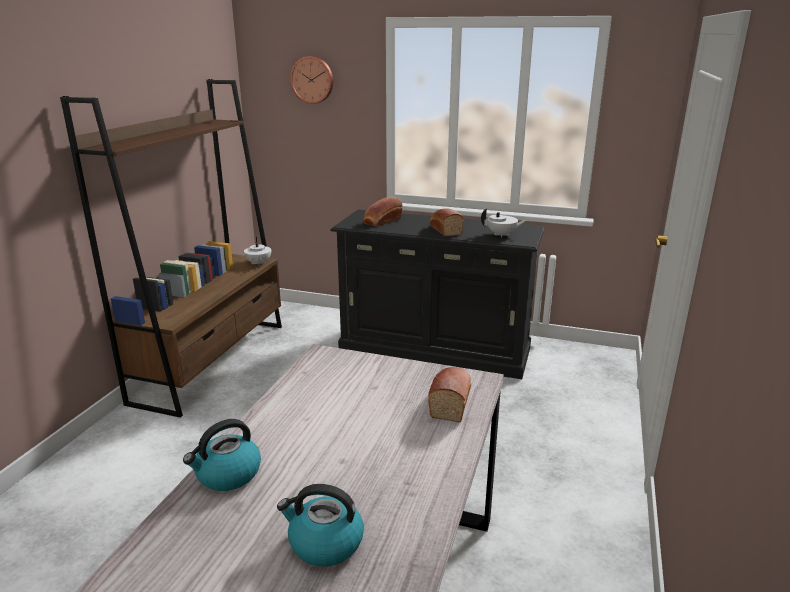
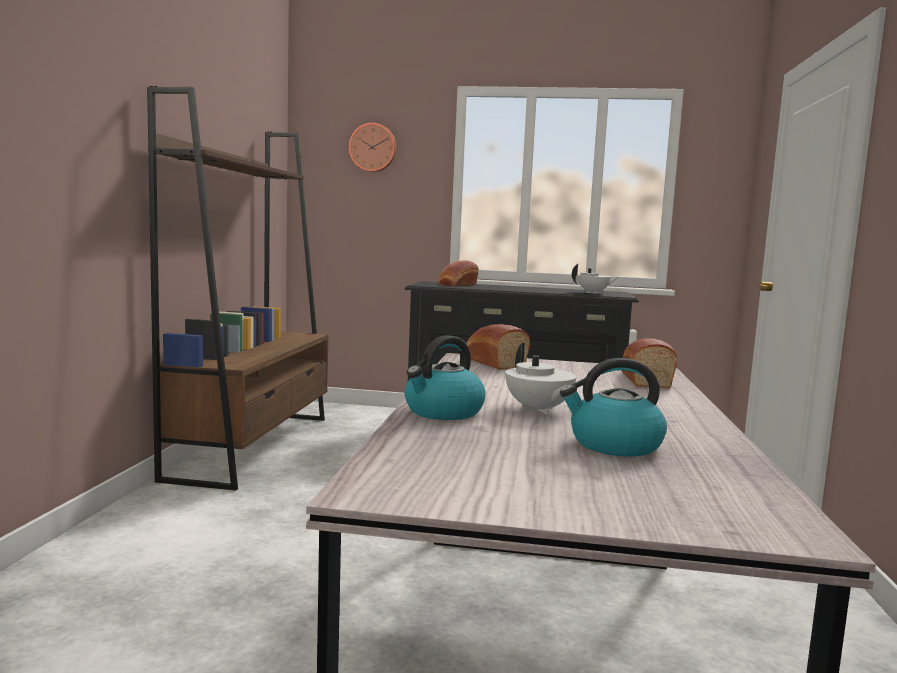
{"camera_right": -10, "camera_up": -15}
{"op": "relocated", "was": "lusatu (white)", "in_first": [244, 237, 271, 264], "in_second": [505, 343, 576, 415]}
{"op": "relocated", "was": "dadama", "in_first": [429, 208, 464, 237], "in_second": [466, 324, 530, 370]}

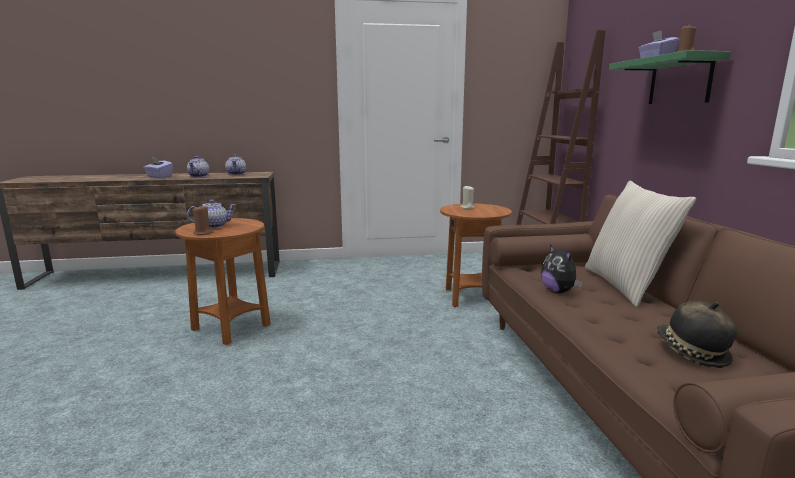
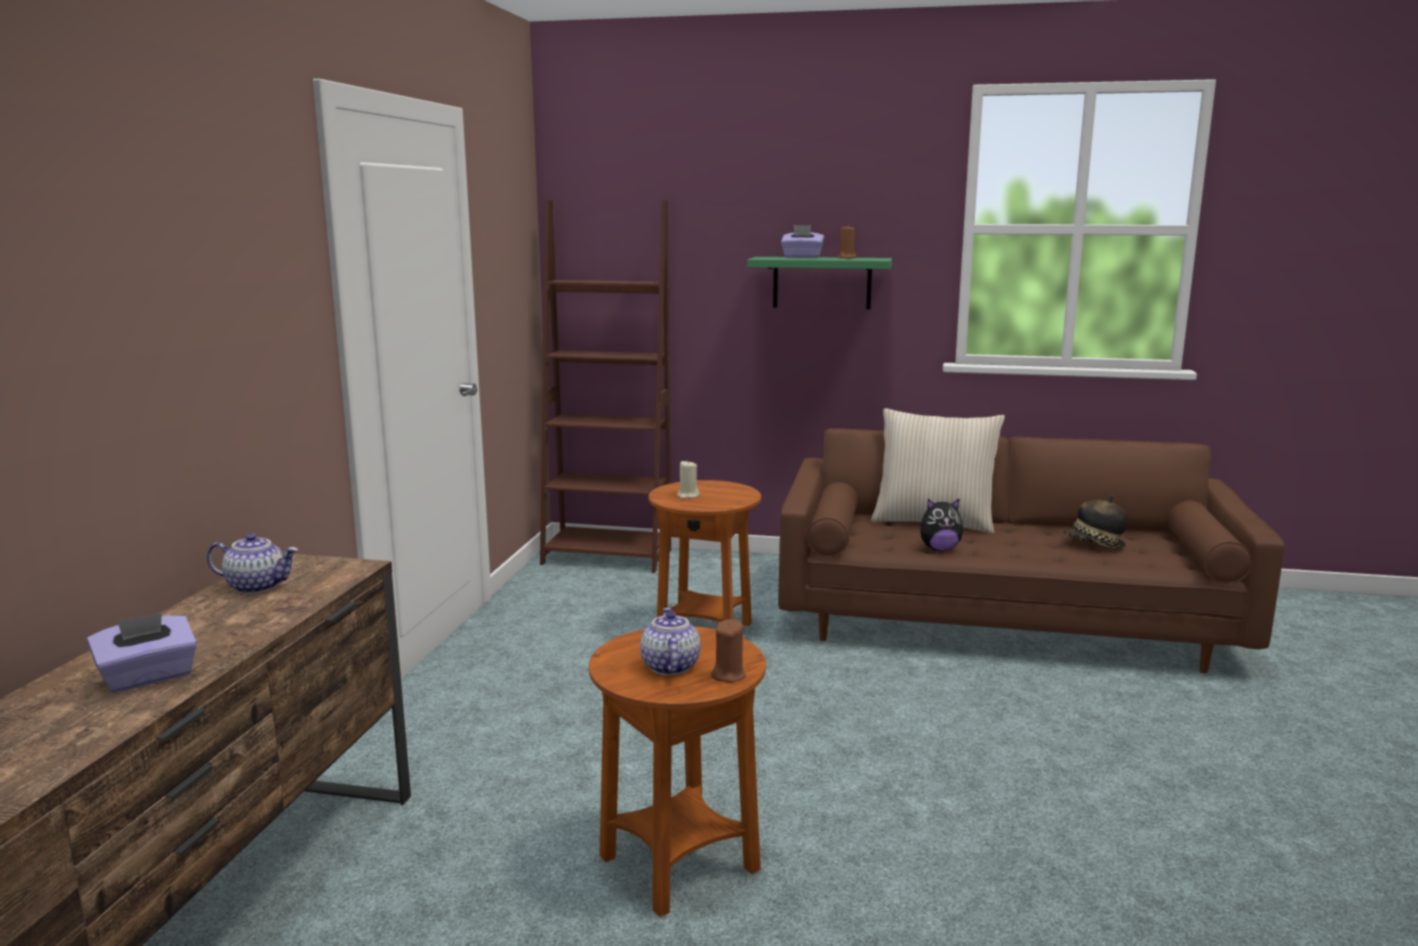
{"camera_right": -70, "camera_up": 0}
{"op": "missing", "was": "lusatu", "in_first": [187, 156, 209, 177]}

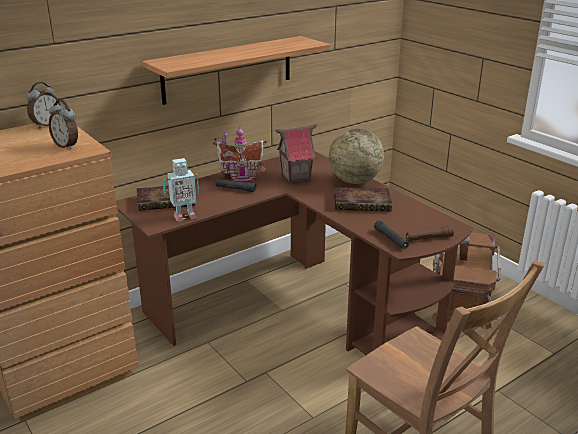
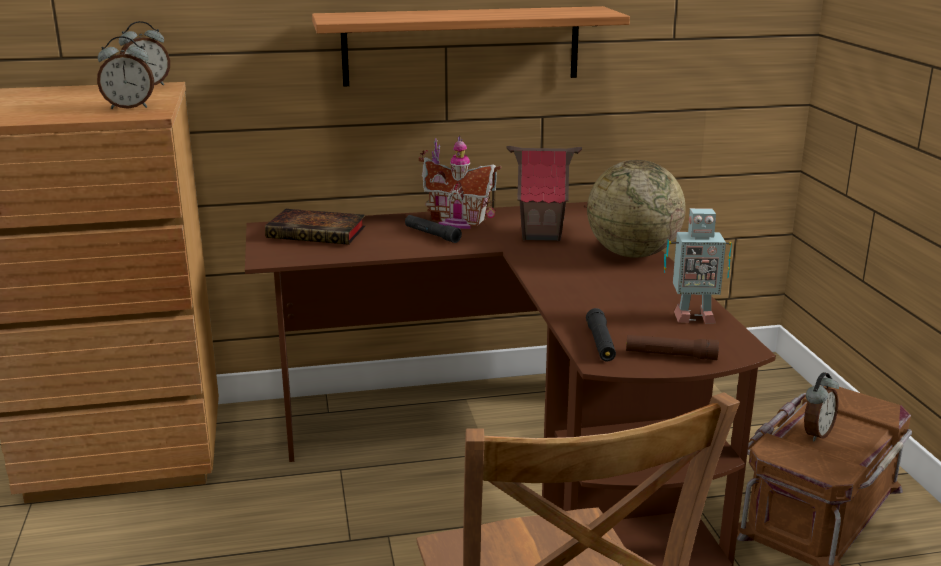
{"camera_right": 25, "camera_up": -5}
{"op": "missing", "was": "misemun", "in_first": [334, 187, 392, 211]}
{"op": "relocated", "was": "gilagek", "in_first": [163, 158, 199, 222], "in_second": [664, 208, 732, 324]}
{"op": "spun", "was": "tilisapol", "in_first": [49, 100, 78, 149], "in_second": [97, 36, 154, 109], "clockwise": -75}

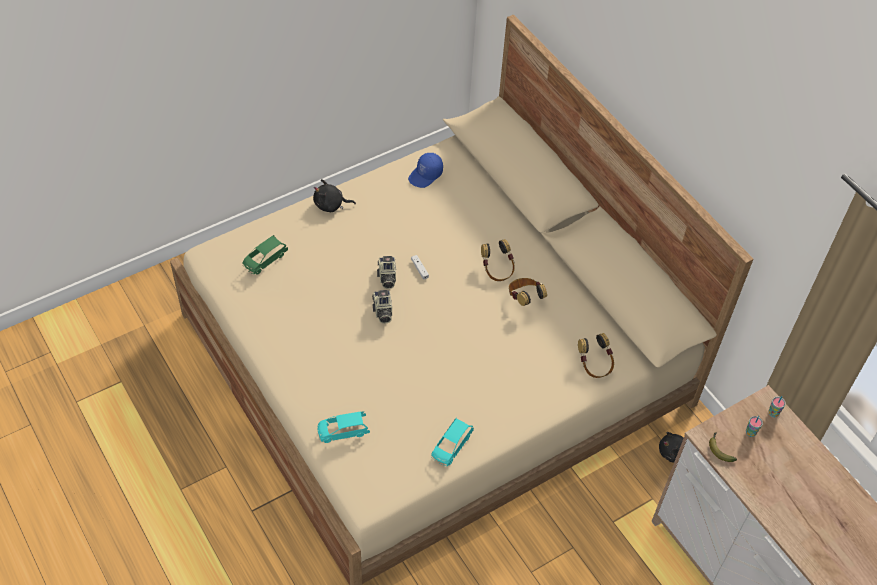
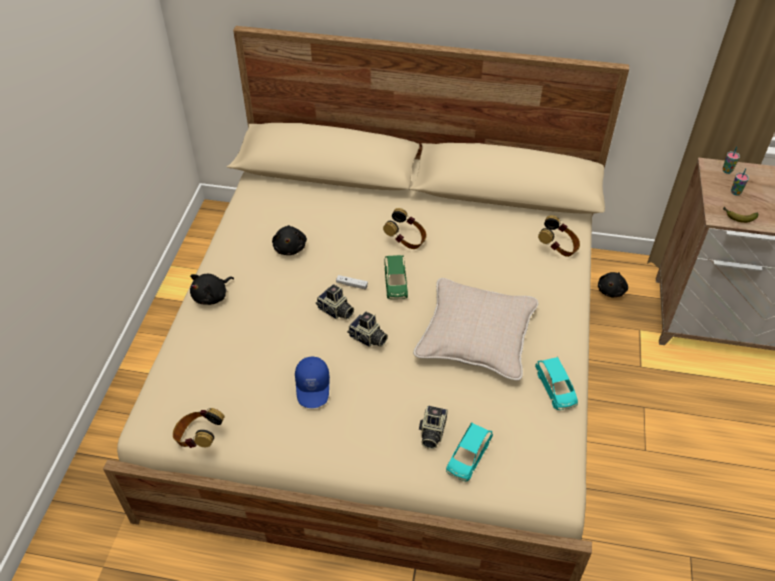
{"camera_right": -45, "camera_up": -5}
{"op": "appeared", "now": "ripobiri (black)", "in_second": [272, 225, 307, 255]}
{"op": "appeared", "now": "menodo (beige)", "in_second": [413, 278, 539, 381]}
{"op": "appeared", "now": "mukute", "in_second": [419, 405, 448, 449]}
{"op": "relocated", "was": "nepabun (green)", "in_first": [243, 235, 288, 274], "in_second": [384, 255, 408, 299]}
{"op": "relocated", "was": "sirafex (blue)", "in_first": [408, 153, 443, 188], "in_second": [295, 357, 330, 408]}
{"op": "relocated", "was": "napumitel", "in_first": [509, 278, 547, 306], "in_second": [173, 408, 225, 448]}

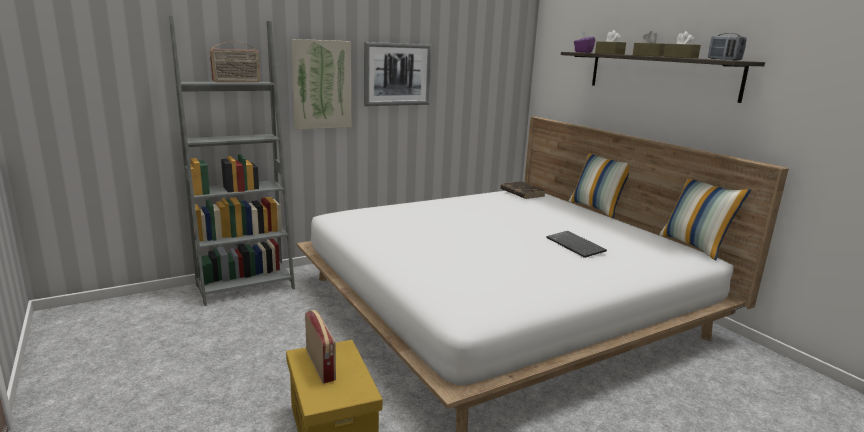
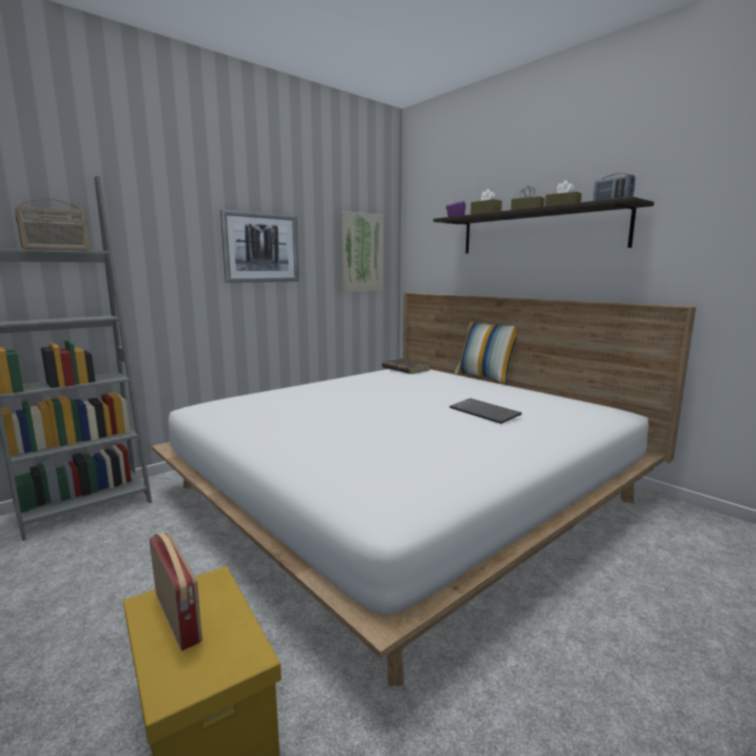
{"camera_right": -10, "camera_up": -5}
{"op": "missing", "was": "menodo", "in_first": [659, 179, 751, 260]}
{"op": "relocated", "was": "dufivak", "in_first": [291, 39, 351, 130], "in_second": [340, 211, 383, 292]}

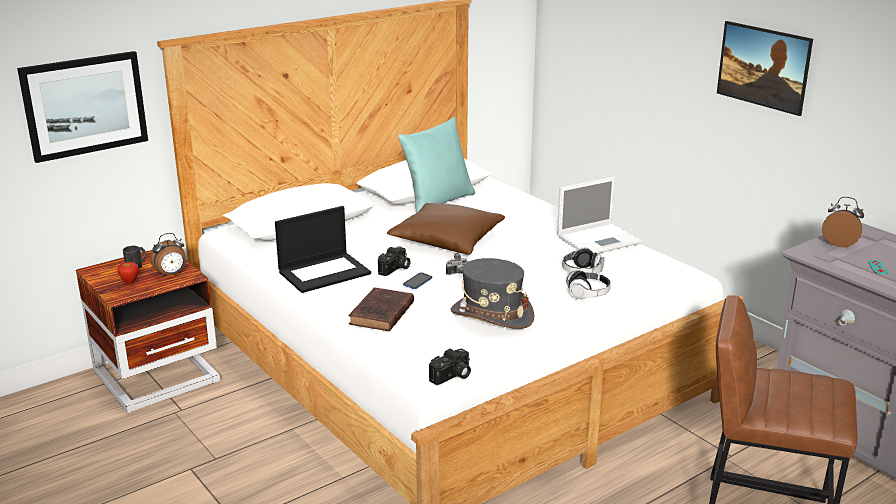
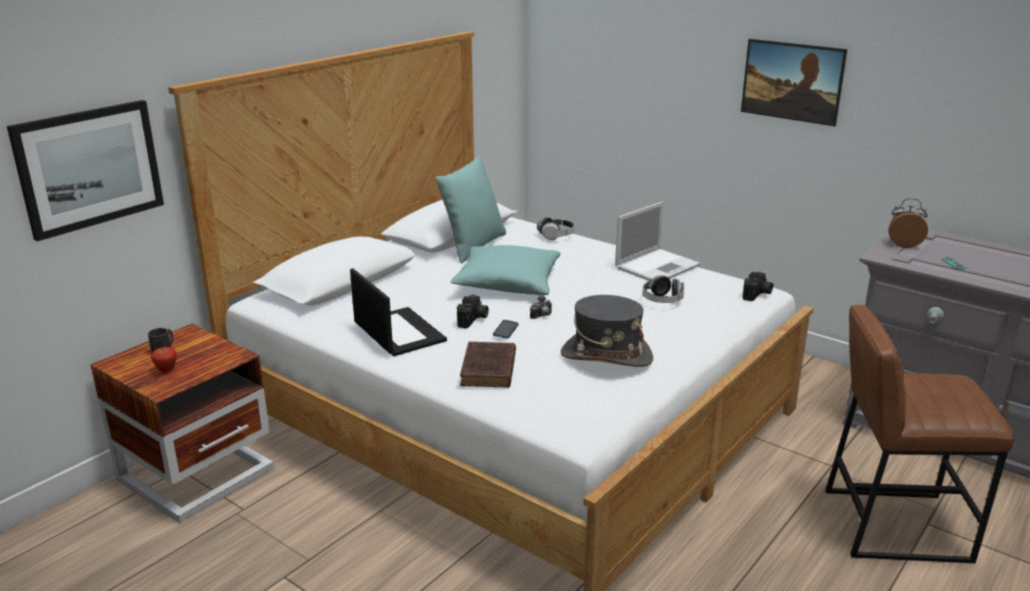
{"camera_right": -15, "camera_up": 0}
{"op": "missing", "was": "tilisapol", "in_first": [150, 233, 186, 277]}
{"op": "relocated", "was": "mukute", "in_first": [429, 348, 471, 385], "in_second": [742, 272, 773, 301]}
{"op": "relocated", "was": "napumitel", "in_first": [566, 270, 611, 299], "in_second": [537, 217, 574, 240]}
{"op": "colour", "was": "menodo (brown)", "now": "menodo (turquoise)", "in_first": [387, 203, 505, 255], "in_second": [450, 245, 560, 295]}
{"op": "spun", "was": "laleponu", "in_first": [275, 206, 371, 293], "in_second": [350, 268, 447, 356], "clockwise": -75}

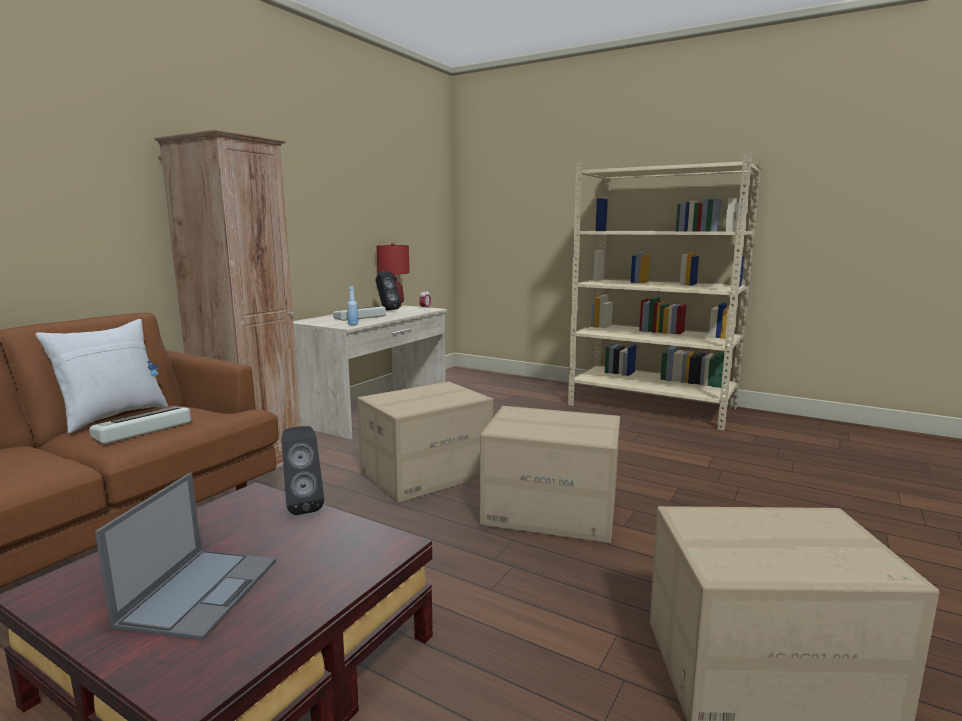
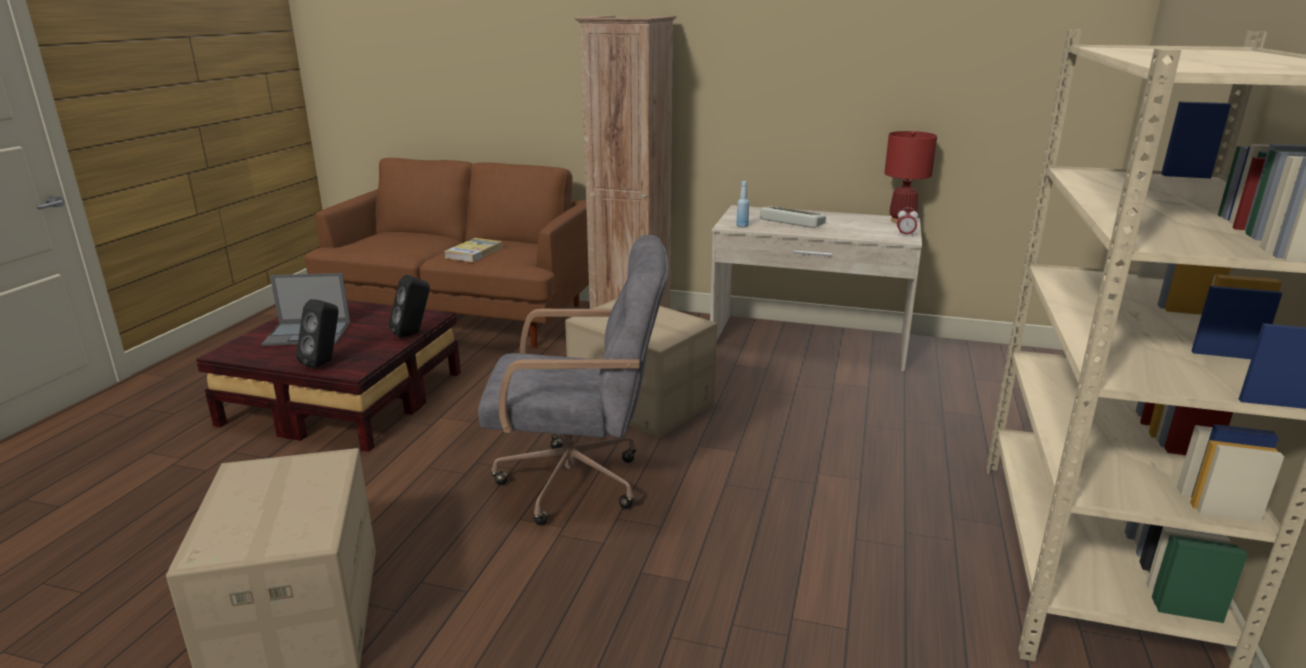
{"camera_right": 75, "camera_up": 10}
{"op": "missing", "was": "menodo (grey)", "in_first": [35, 319, 169, 434]}
{"op": "relocated", "was": "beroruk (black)", "in_first": [375, 271, 401, 311], "in_second": [296, 299, 339, 368]}
{"op": "exchanged", "was": "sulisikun", "now": "misemun", "in_first": [89, 407, 191, 444], "in_second": [444, 238, 503, 262]}
{"op": "exchanged", "was": "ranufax", "now": "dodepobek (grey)", "in_first": [480, 406, 620, 544], "in_second": [478, 235, 668, 525]}

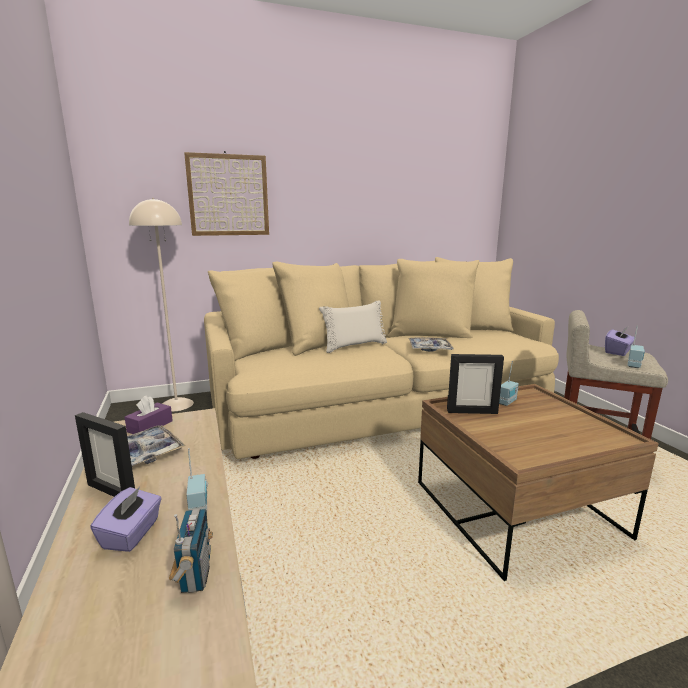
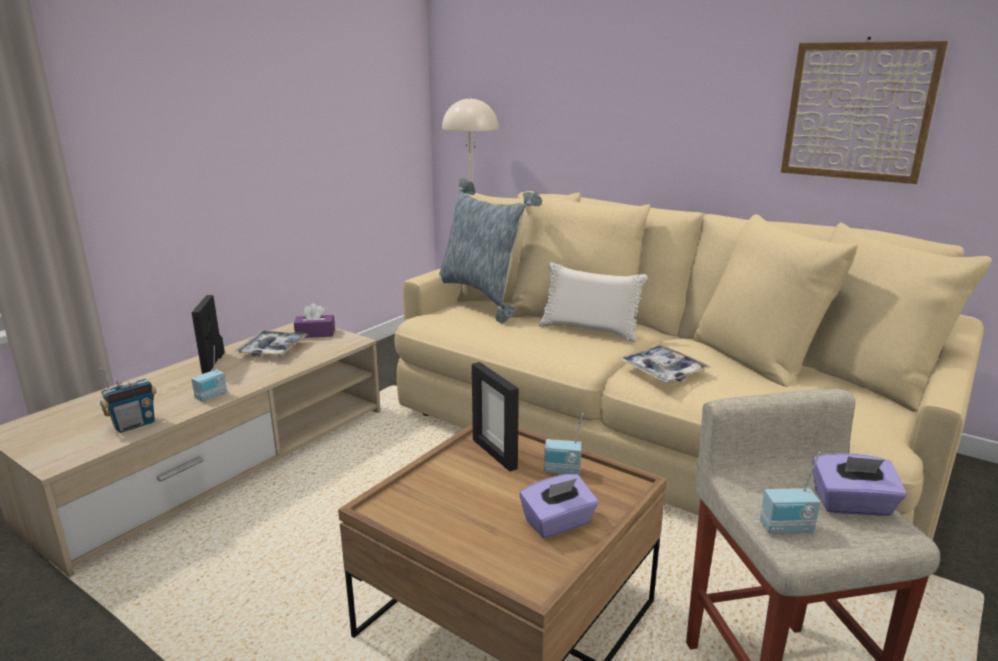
{"camera_right": 55, "camera_up": 5}
{"op": "appeared", "now": "menodo", "in_second": [439, 178, 542, 324]}
{"op": "relocated", "was": "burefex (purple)", "in_first": [90, 487, 162, 552], "in_second": [520, 474, 598, 539]}
{"op": "relocated", "was": "dufivak", "in_first": [184, 151, 269, 236], "in_second": [781, 37, 948, 184]}

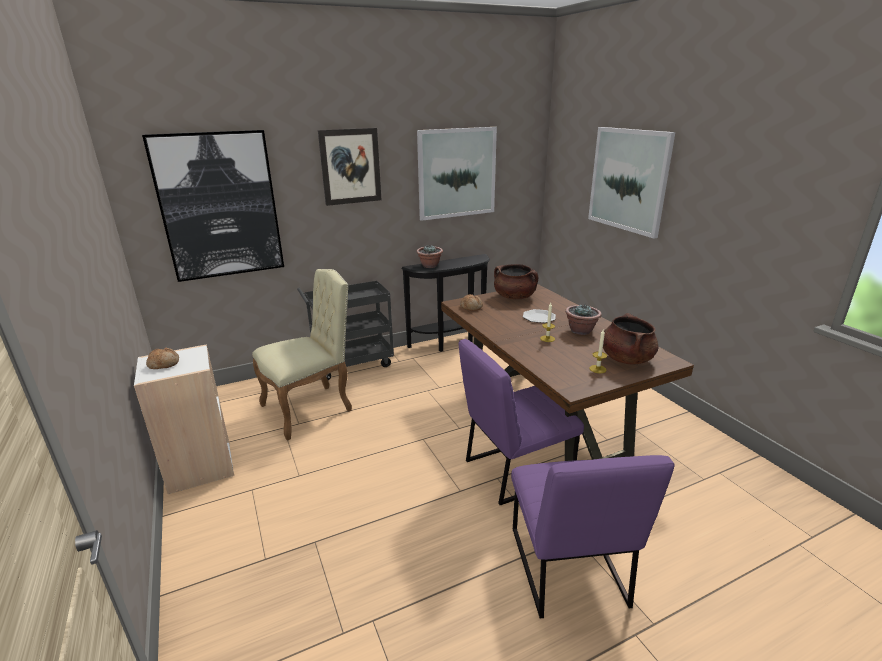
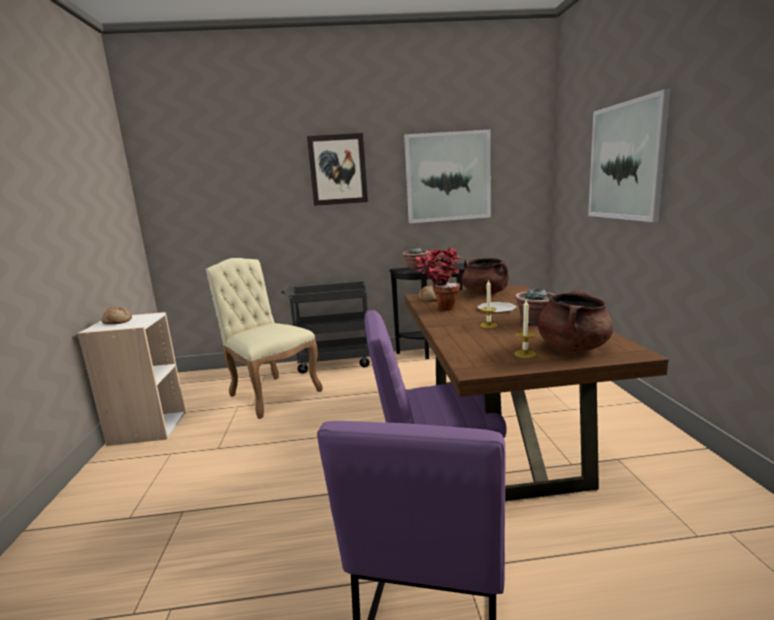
{"camera_right": 20, "camera_up": -10}
{"op": "missing", "was": "dufivak", "in_first": [142, 130, 284, 282]}
{"op": "appeared", "now": "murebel", "in_second": [414, 248, 463, 310]}
{"op": "spun", "was": "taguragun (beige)", "in_first": [252, 269, 352, 440], "in_second": [206, 258, 322, 419], "clockwise": -120}

